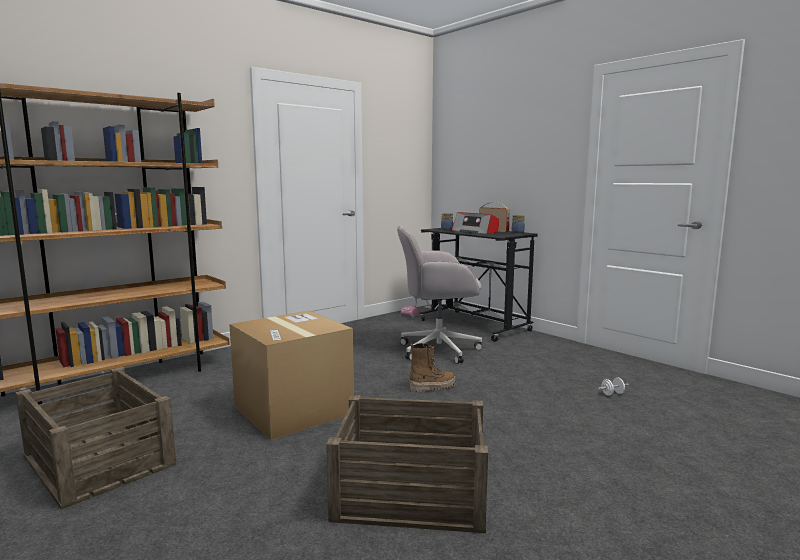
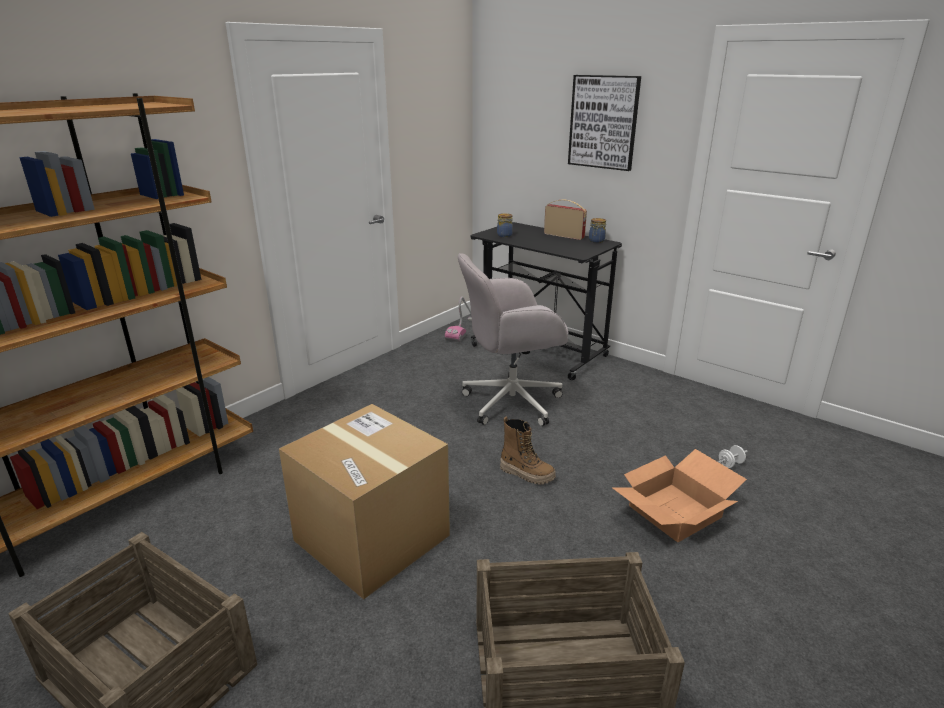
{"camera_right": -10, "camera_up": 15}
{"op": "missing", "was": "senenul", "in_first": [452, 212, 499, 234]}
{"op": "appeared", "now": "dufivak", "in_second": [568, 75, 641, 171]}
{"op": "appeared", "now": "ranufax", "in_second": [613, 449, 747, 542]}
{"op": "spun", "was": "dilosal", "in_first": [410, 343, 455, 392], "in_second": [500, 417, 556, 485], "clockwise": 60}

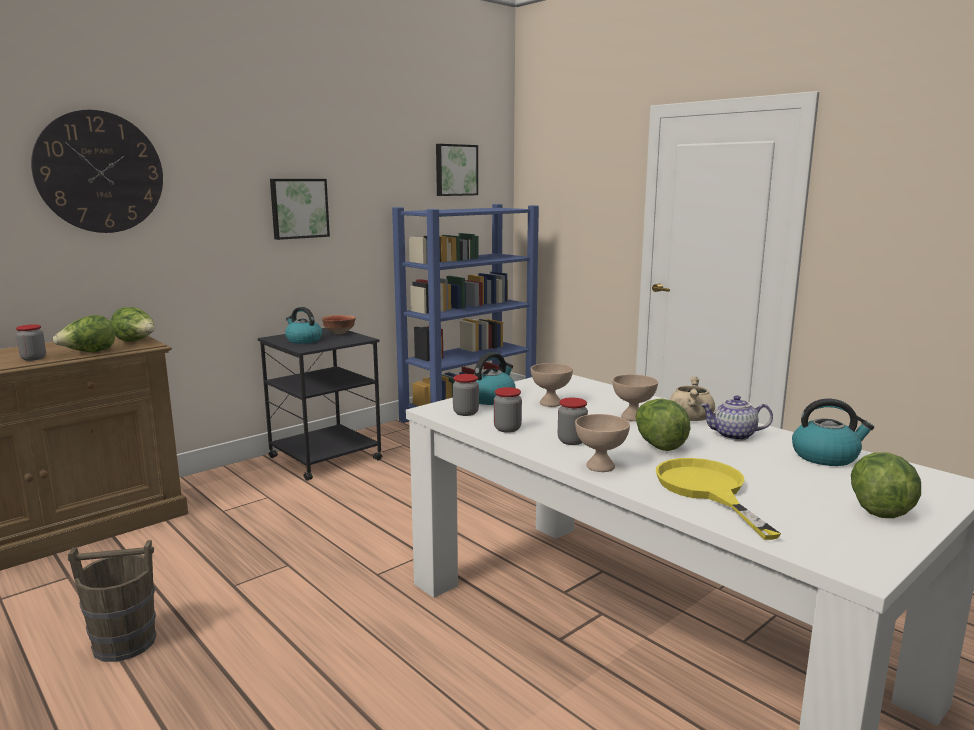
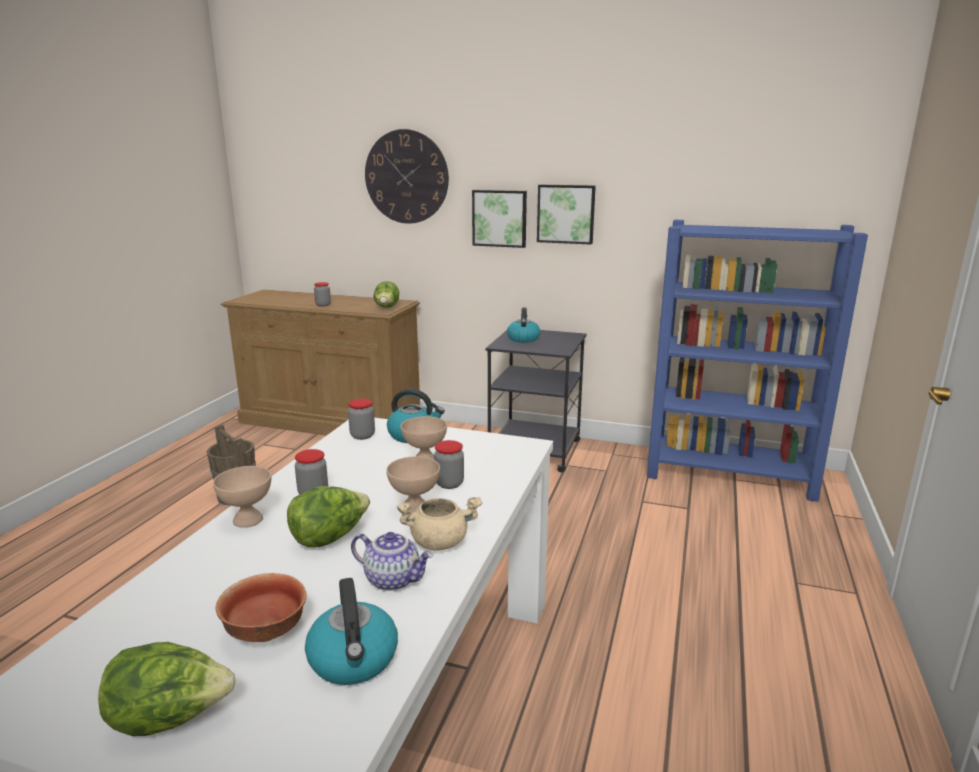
{"camera_right": 60, "camera_up": 5}
{"op": "missing", "was": "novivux", "in_first": [53, 315, 115, 352]}
{"op": "missing", "was": "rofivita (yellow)", "in_first": [656, 458, 781, 540]}
{"op": "relocated", "was": "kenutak", "in_first": [321, 315, 356, 334], "in_second": [216, 573, 307, 642]}
{"op": "relocated", "was": "dufivak", "in_first": [436, 144, 478, 196], "in_second": [472, 190, 527, 248]}
{"op": "relocated", "was": "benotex", "in_first": [494, 387, 522, 433], "in_second": [434, 440, 464, 489]}
{"op": "spun", "was": "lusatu", "in_first": [700, 395, 773, 441], "in_second": [351, 532, 433, 591], "clockwise": 135}

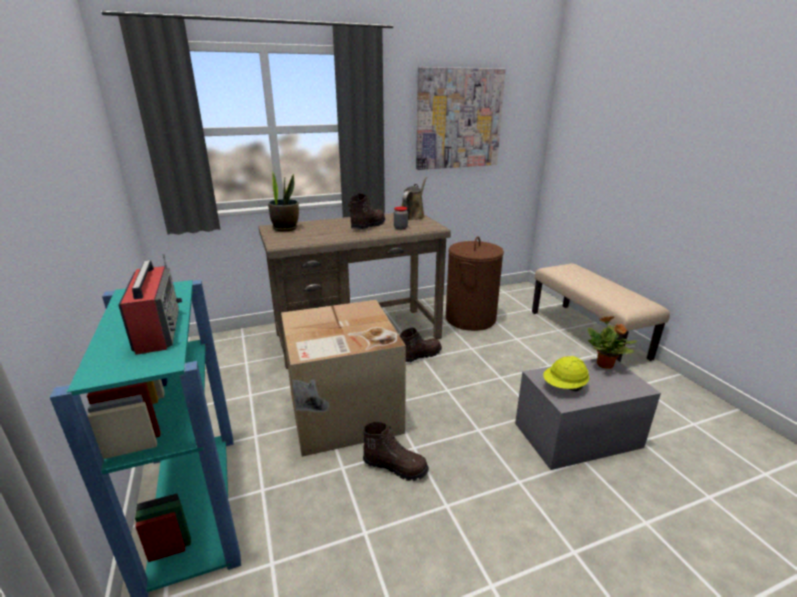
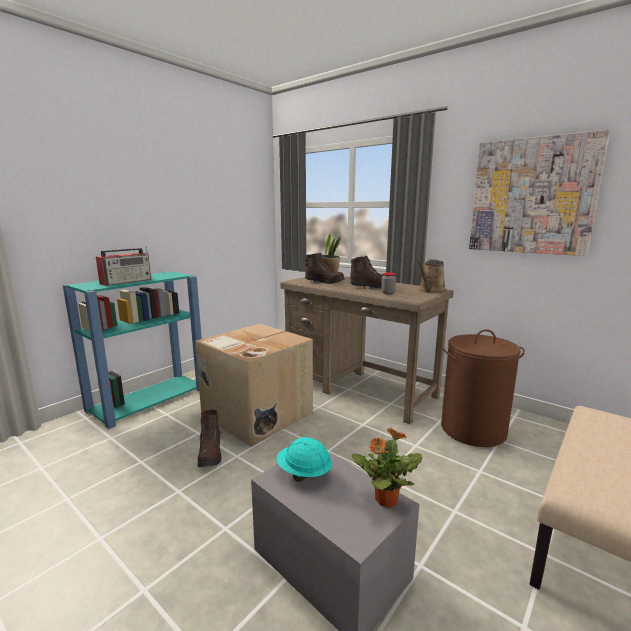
{"camera_right": 60, "camera_up": -10}
{"op": "relocated", "was": "dilosal (brown)", "in_first": [400, 327, 442, 362], "in_second": [305, 253, 345, 284]}
{"op": "colour", "was": "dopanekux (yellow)", "now": "dopanekux (turquoise)", "in_first": [543, 356, 590, 391], "in_second": [276, 437, 332, 482]}
{"op": "spun", "was": "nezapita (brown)", "in_first": [401, 177, 427, 220], "in_second": [417, 259, 446, 293], "clockwise": 135}

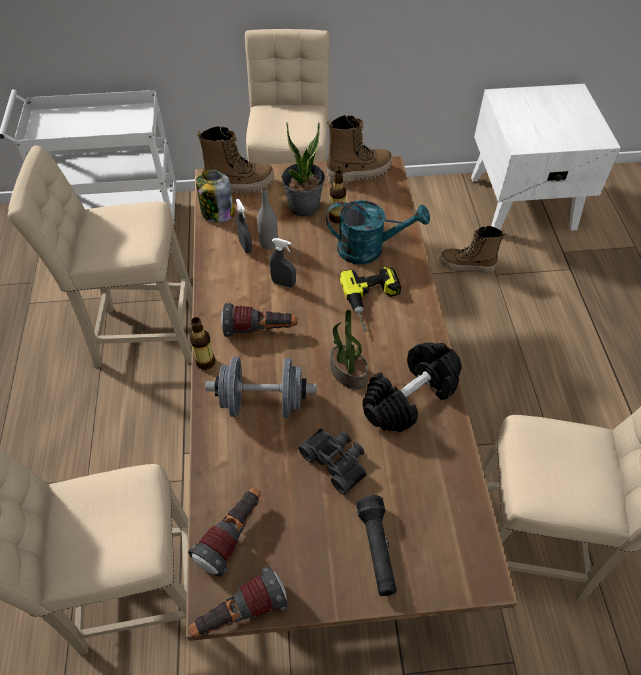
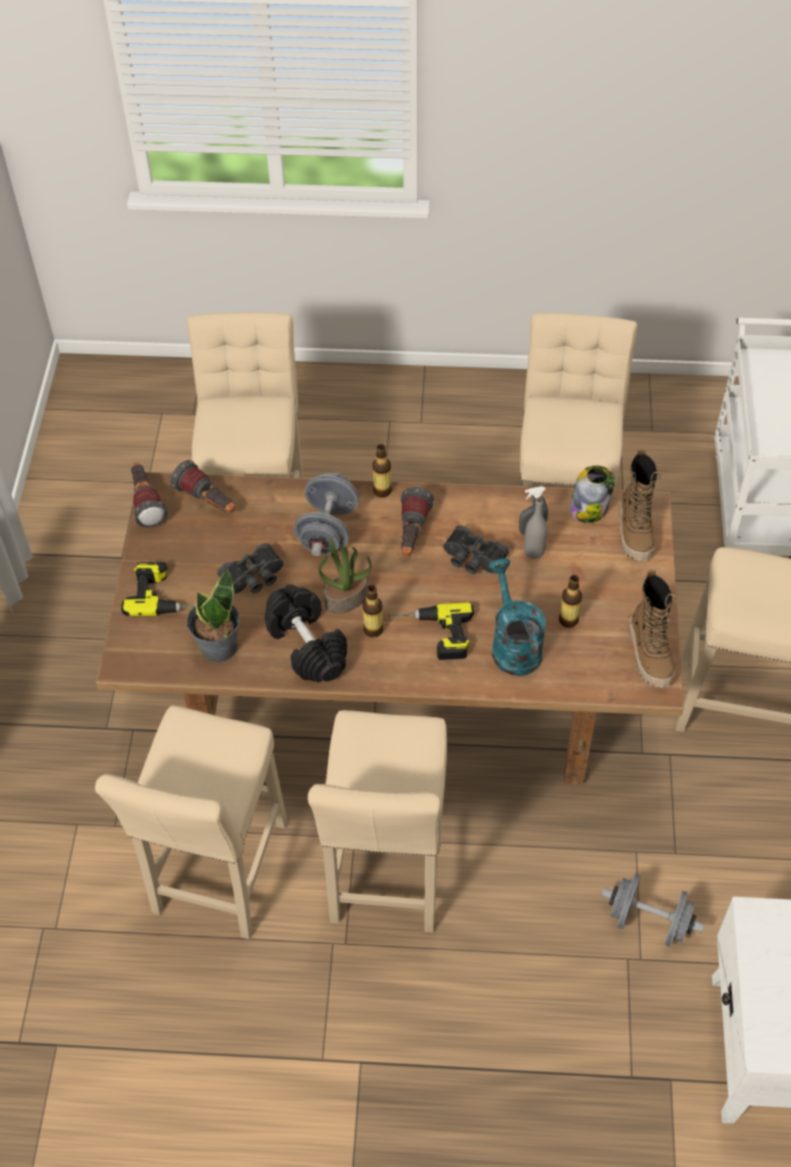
{"camera_right": 100, "camera_up": 0}
{"op": "appeared", "now": "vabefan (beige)", "in_second": [308, 710, 447, 932]}
{"op": "appeared", "now": "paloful", "in_second": [363, 585, 384, 638]}
{"op": "relocated", "was": "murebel", "in_first": [282, 123, 325, 216], "in_second": [187, 569, 240, 662]}
{"op": "exchanged", "was": "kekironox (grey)", "now": "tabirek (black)", "in_first": [270, 238, 296, 288], "in_second": [443, 525, 509, 574]}
{"op": "exchanged", "was": "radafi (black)", "now": "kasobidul", "in_first": [356, 495, 397, 596], "in_second": [121, 562, 194, 616]}
{"op": "exchanged", "was": "dilosal", "now": "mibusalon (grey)", "in_first": [440, 226, 505, 273], "in_second": [601, 874, 704, 947]}
{"op": "spun", "was": "nezapita (turquoise)", "in_first": [326, 200, 430, 265], "in_second": [488, 558, 546, 676], "clockwise": 150}

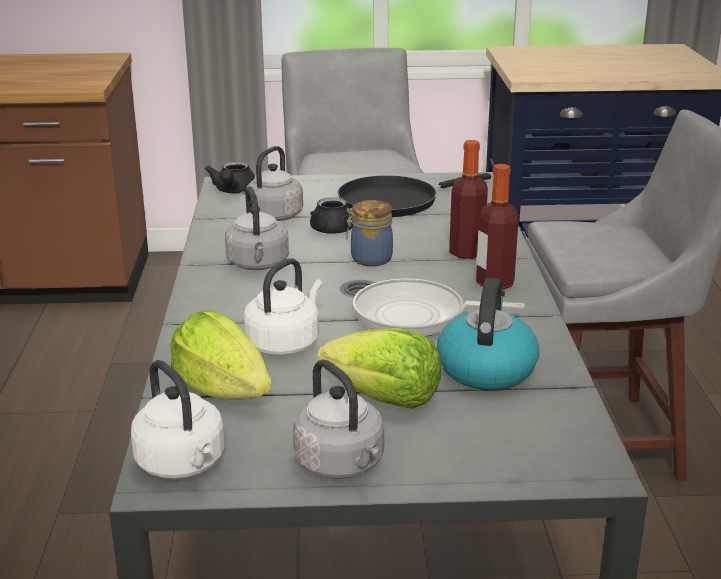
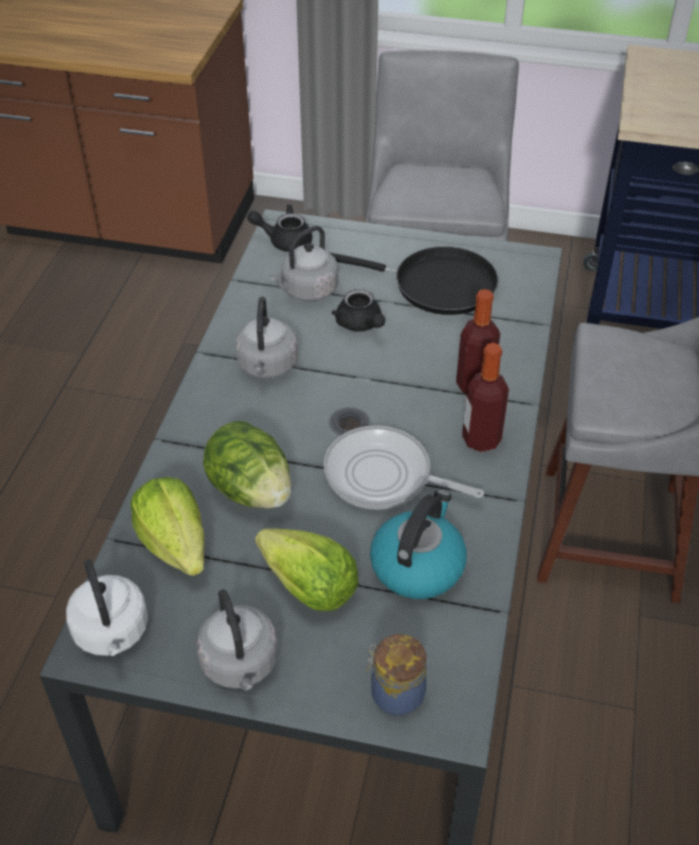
{"camera_right": 15, "camera_up": 20}
{"op": "relocated", "was": "benotex", "in_first": [346, 200, 393, 266], "in_second": [366, 634, 427, 716]}
{"op": "exchanged", "was": "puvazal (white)", "now": "novivux", "in_first": [243, 258, 322, 356], "in_second": [203, 421, 292, 509]}
{"op": "spun", "was": "lusatu (black)", "in_first": [205, 161, 255, 193], "in_second": [247, 204, 312, 252], "clockwise": 75}
{"op": "spun", "was": "rofivita (black)", "in_first": [338, 173, 491, 217], "in_second": [331, 246, 499, 315], "clockwise": -150}

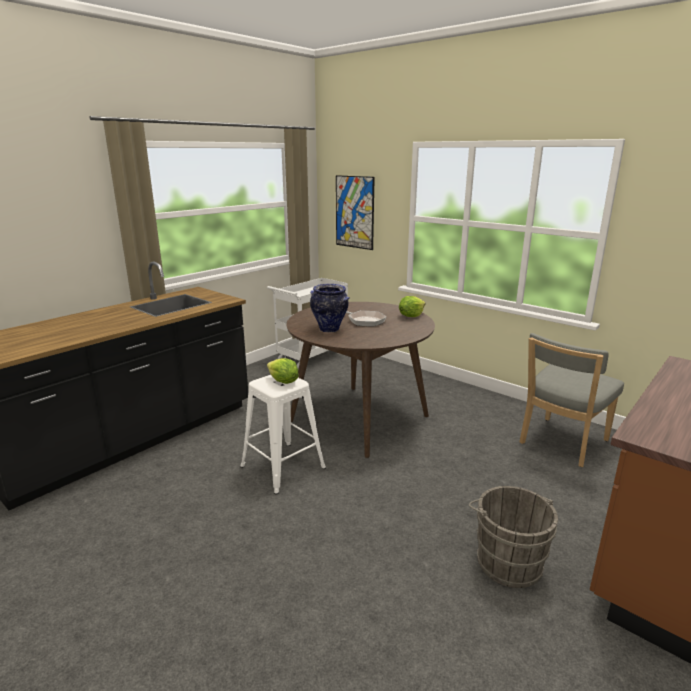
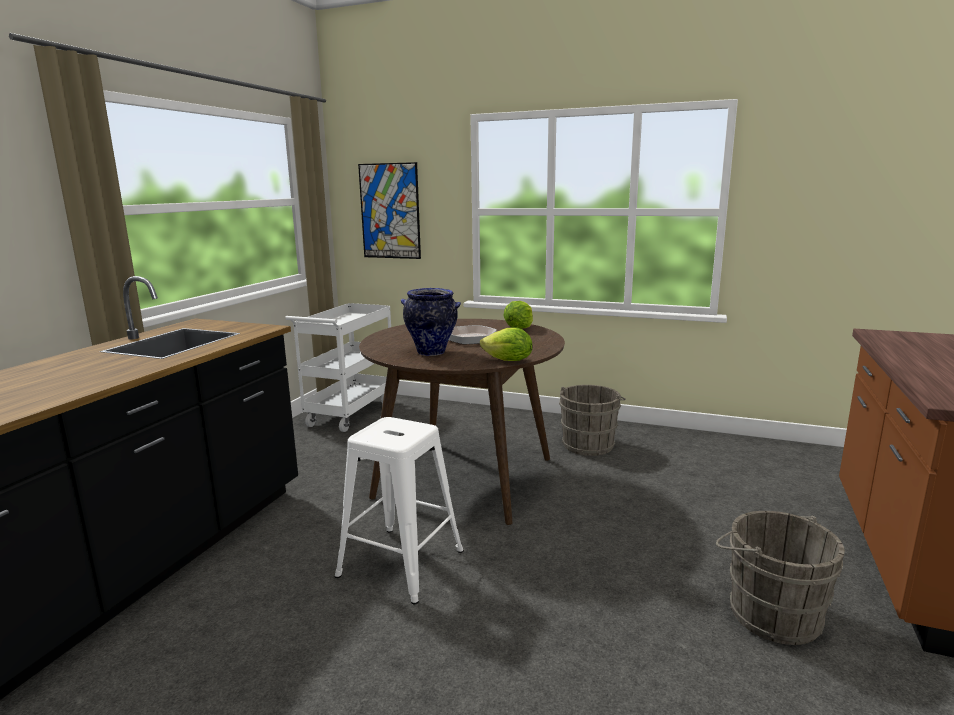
{"camera_right": -20, "camera_up": -5}
{"op": "missing", "was": "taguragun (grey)", "in_first": [519, 333, 624, 467]}
{"op": "appeared", "now": "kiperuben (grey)", "in_second": [559, 385, 626, 456]}
{"op": "relocated", "was": "novivux", "in_first": [267, 358, 299, 384], "in_second": [480, 327, 533, 361]}

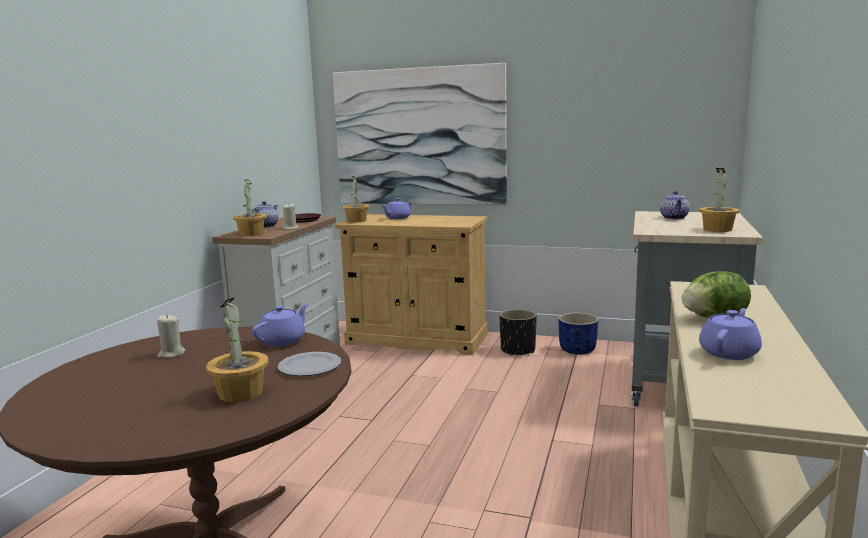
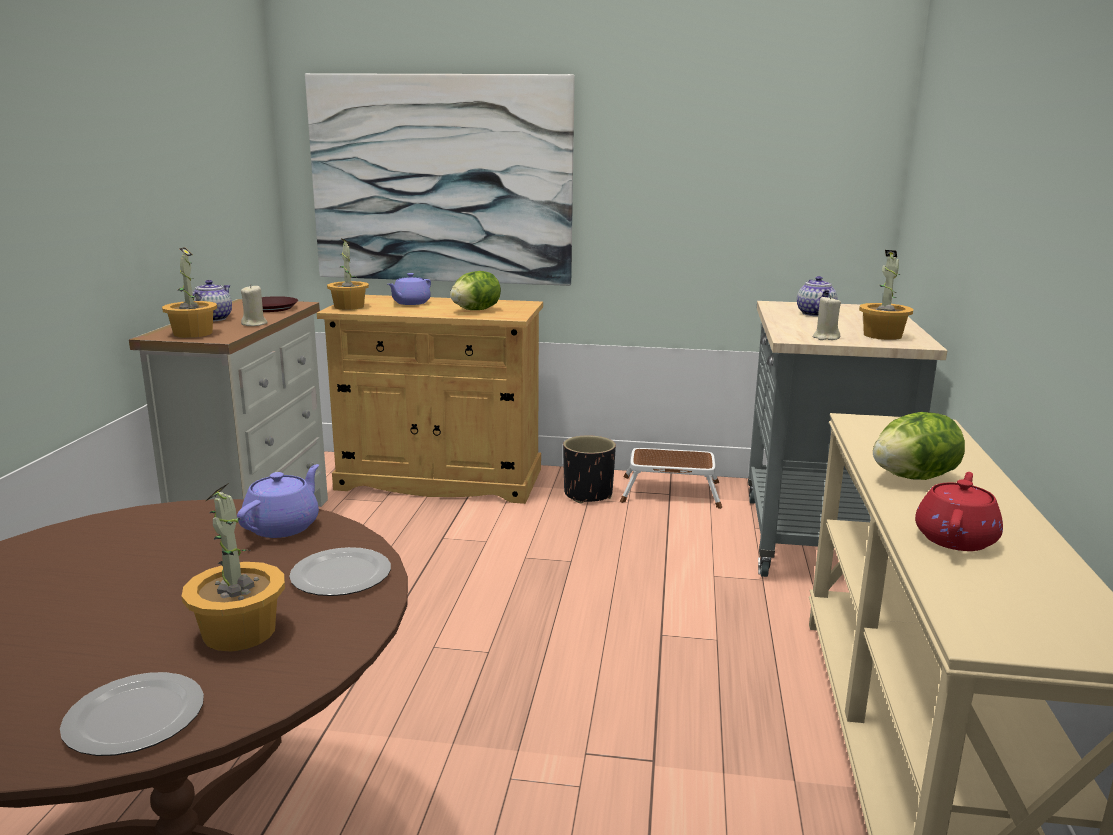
{"camera_right": -10, "camera_up": 5}
{"op": "appeared", "now": "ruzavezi", "in_second": [60, 672, 204, 756]}
{"op": "appeared", "now": "novivux", "in_second": [450, 271, 501, 310]}
{"op": "relocated", "was": "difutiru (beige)", "in_first": [157, 314, 185, 358], "in_second": [813, 295, 841, 340]}
{"op": "exchanged", "was": "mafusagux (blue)", "now": "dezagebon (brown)", "in_first": [559, 313, 598, 355], "in_second": [620, 448, 722, 509]}
{"op": "colour", "was": "lusatu (purple)", "now": "lusatu (red)", "in_first": [699, 308, 762, 360], "in_second": [915, 472, 1003, 551]}

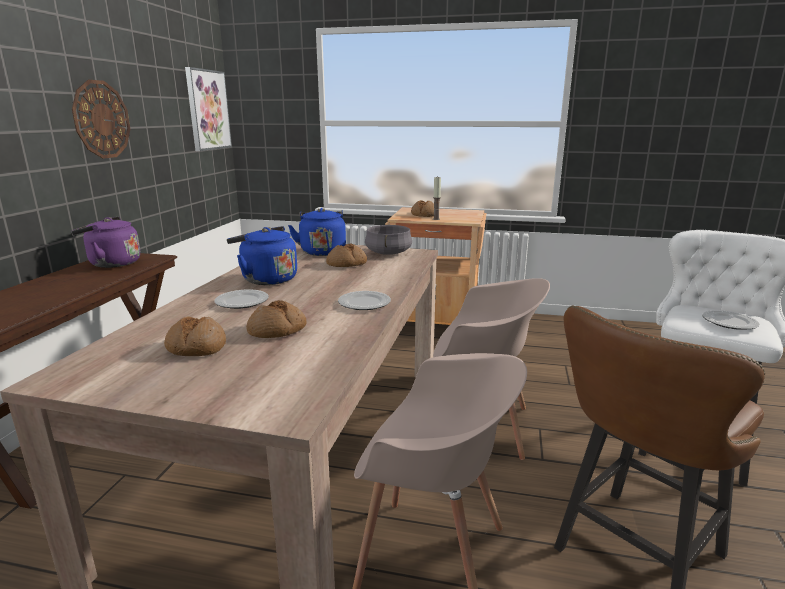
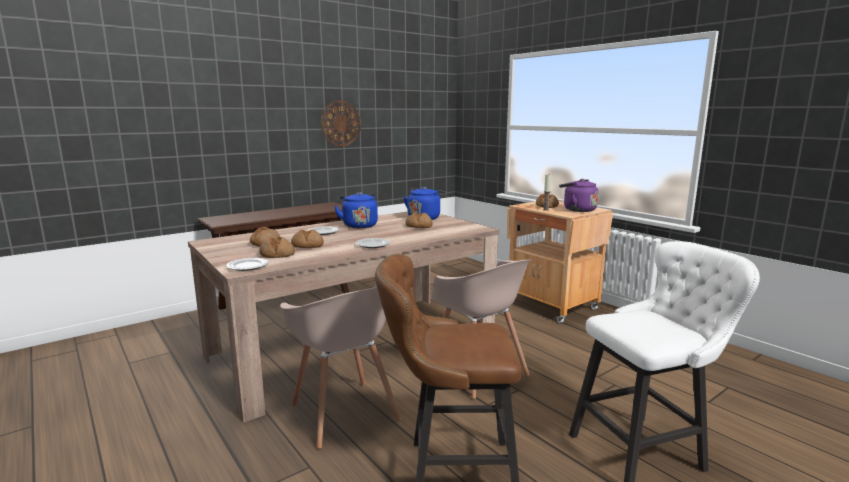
{"camera_right": 40, "camera_up": -5}
{"op": "missing", "was": "dufivak", "in_first": [185, 67, 232, 151]}
{"op": "missing", "was": "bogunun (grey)", "in_first": [365, 225, 412, 255]}
{"op": "appeared", "now": "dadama", "in_second": [259, 237, 295, 258]}
{"op": "relocated", "was": "puvazal (purple)", "in_first": [70, 217, 140, 268], "in_second": [559, 179, 599, 212]}
{"op": "relocated", "was": "ruzavezi", "in_first": [702, 310, 760, 330], "in_second": [226, 258, 269, 271]}

